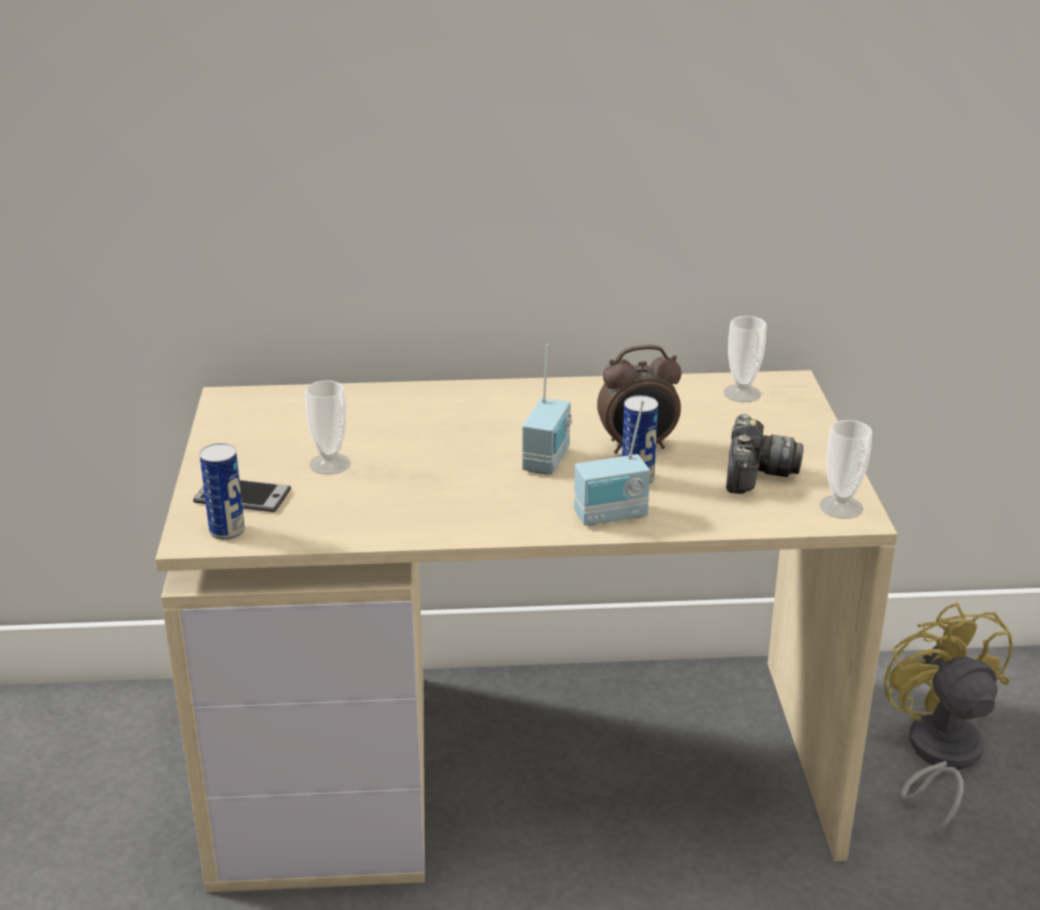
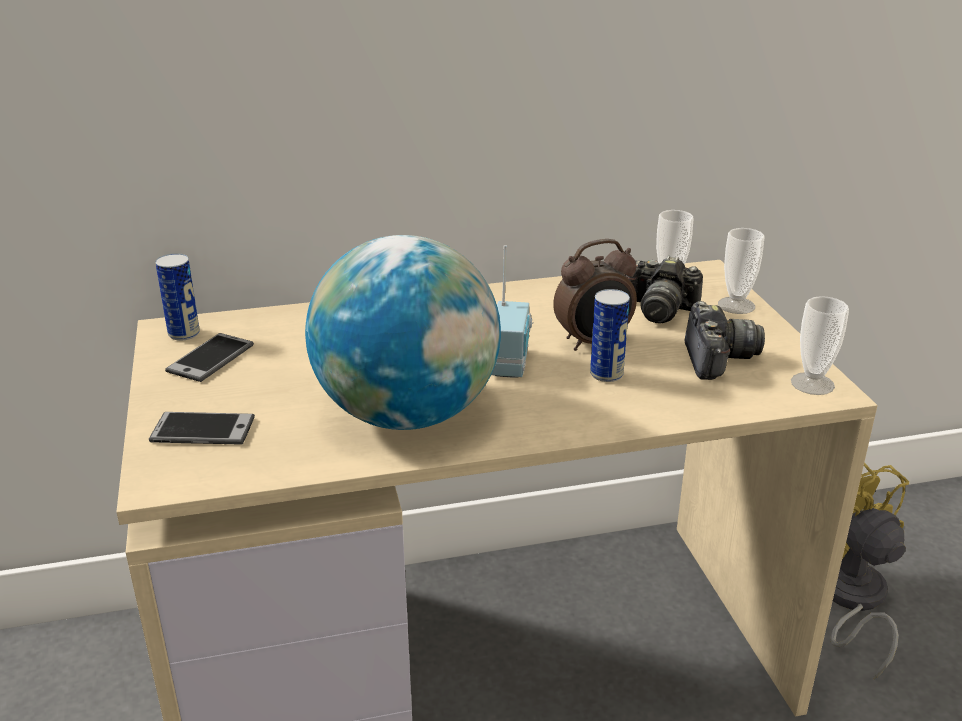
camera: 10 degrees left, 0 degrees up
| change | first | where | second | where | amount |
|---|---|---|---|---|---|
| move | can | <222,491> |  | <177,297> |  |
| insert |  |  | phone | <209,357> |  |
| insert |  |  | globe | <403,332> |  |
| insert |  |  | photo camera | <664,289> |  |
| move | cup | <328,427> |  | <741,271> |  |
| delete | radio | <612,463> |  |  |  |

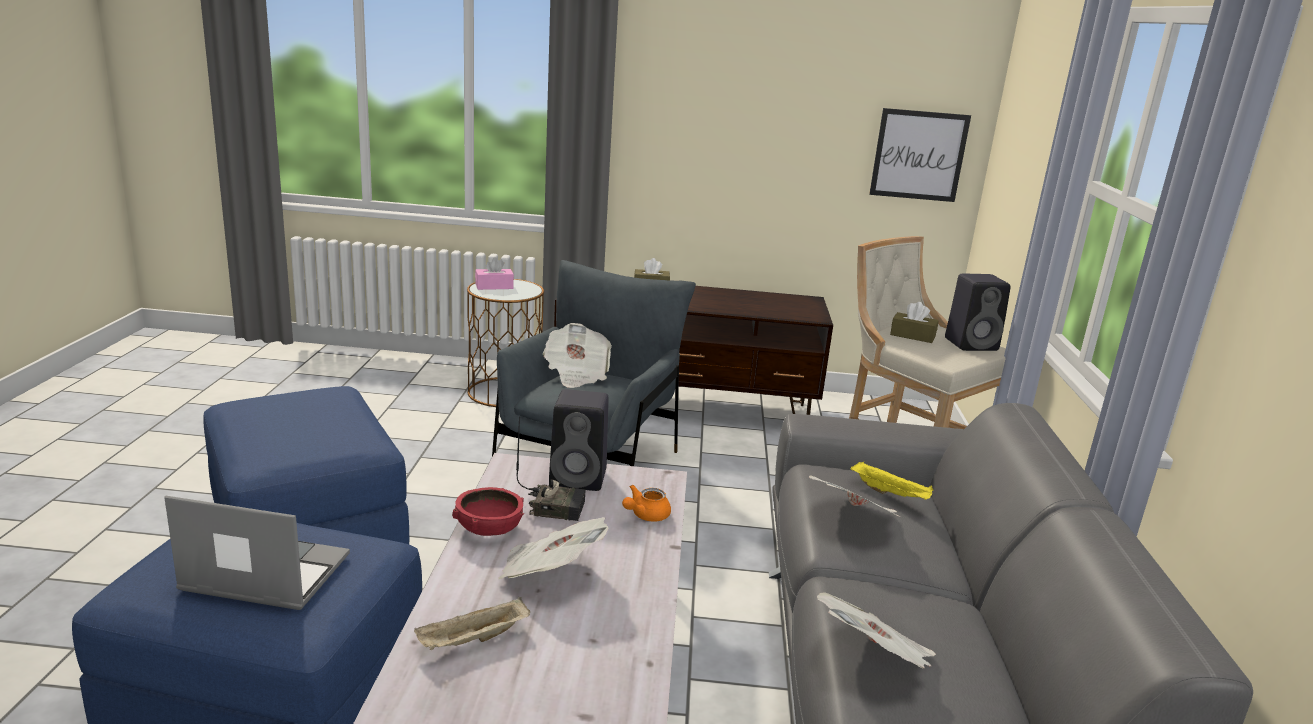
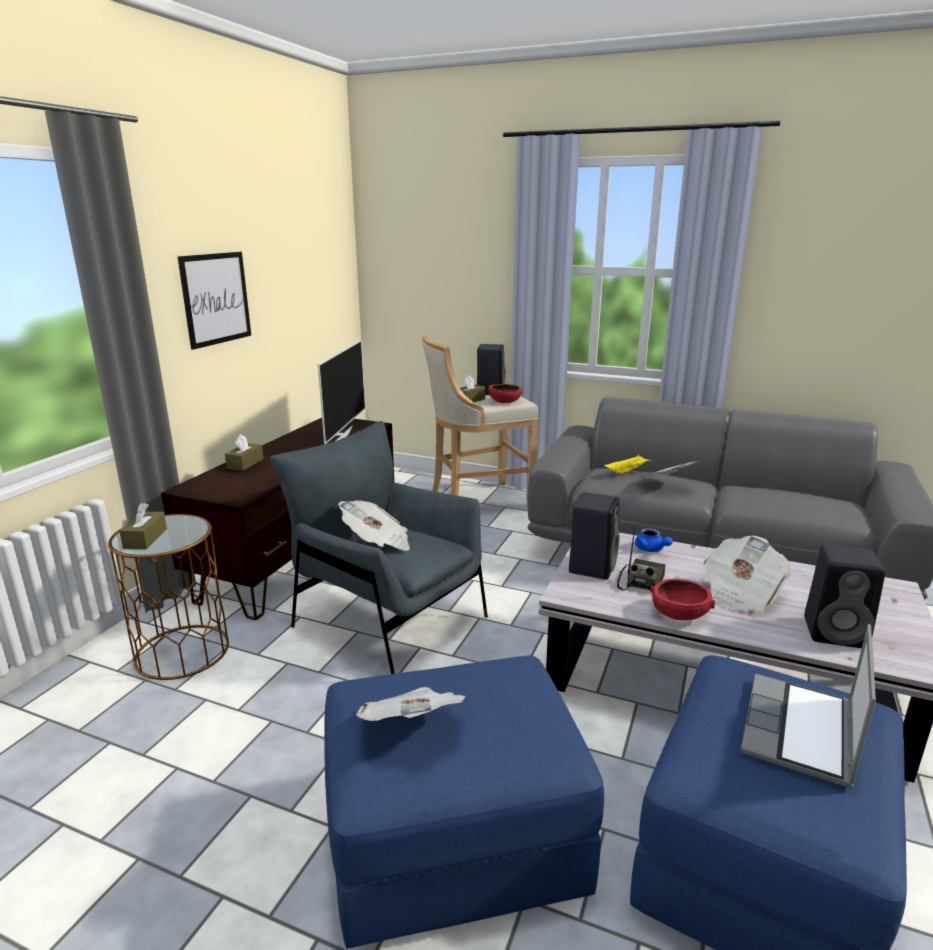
camera: 70 degrees left, 0 degrees up
| change | first | where | second | where | amount |
|---|---|---|---|---|---|
| recolor | tissue box in pink | <494,273> | tissue box in brown | <143,526> |  |
| move | picture | <920,155> |  | <214,301> |  |
| insert |  |  | television | <341,392> |  |
| move | newspaper | <876,630> |  | <411,704> |  |
| insert |  |  | bowl in red | <505,393> |  |
| recolor | teapot in orange | <646,503> | teapot in blue | <654,540> |  |
| replace | tray in beige | <472,623> | speaker in black | <844,596> |  |

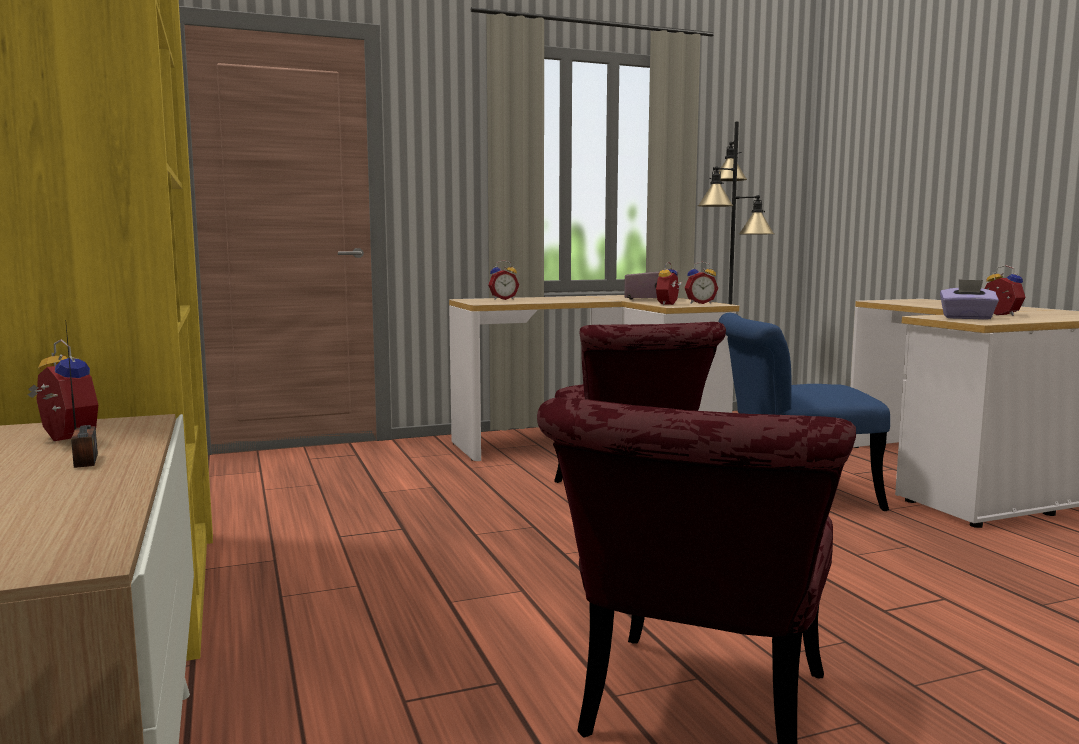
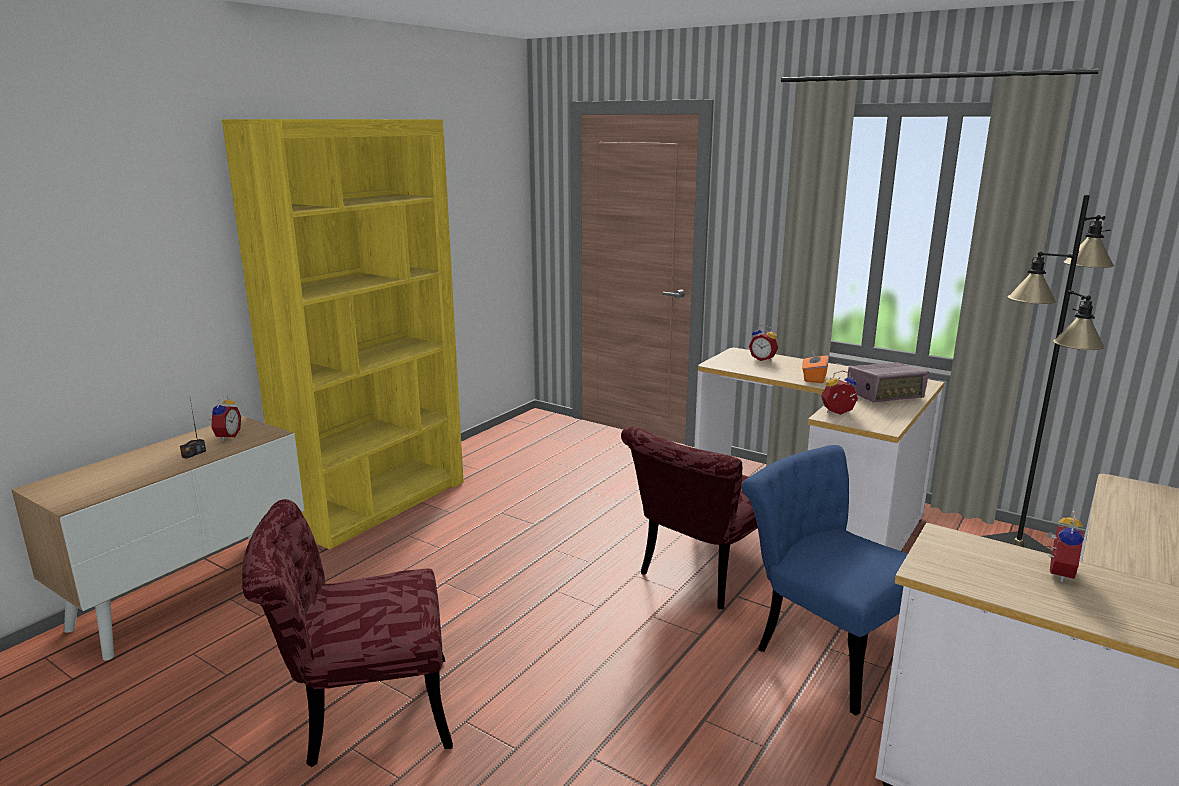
camera: 55 degrees right, 10 degrees up
| change | first | where | second | where | amount |
|---|---|---|---|---|---|
| insert |  |  | tissue box in orange | <815,365> |  |
| delete | alarm clock | <701,283> |  |  |  |
| delete | tissue box in purple | <969,299> |  |  |  |

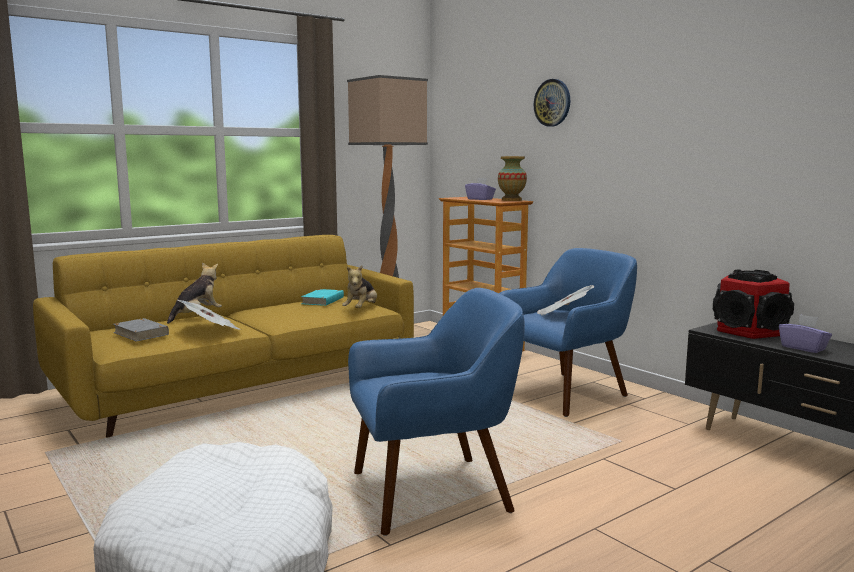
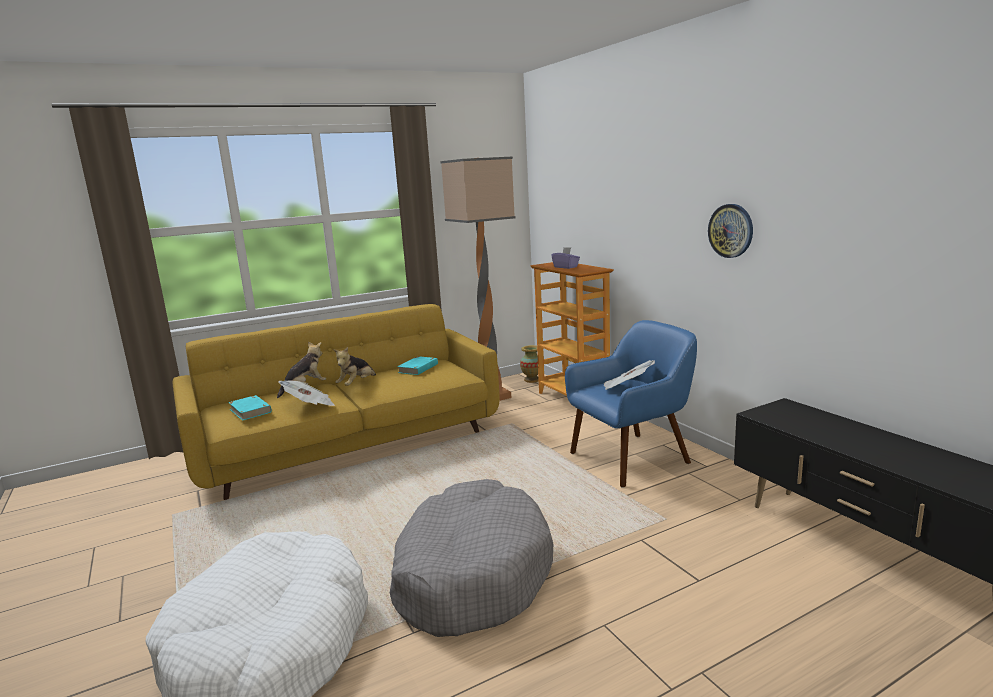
camera: 10 degrees right, 5 degrees up
| change | first | where | second | where | amount |
|---|---|---|---|---|---|
| recolor | book in grey | <141,330> | book in turquoise | <250,408> |  |
| move | plush toy | <359,286> |  | <355,366> |  |
| replace | armchair in blue | <436,412> | dog bed in grey | <471,558> |  |
| move | vase | <512,178> |  | <529,364> |  |
| move | wall clock | <552,103> |  | <730,231> |  |
| delete | speaker | <753,304> |  |  |  |
| delete | tissue box in purple | <805,333> |  |  |  |

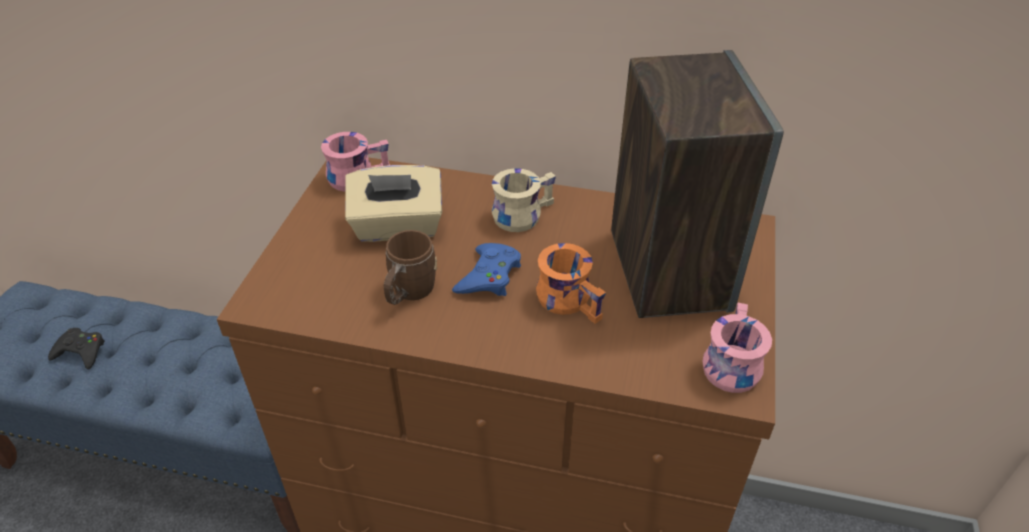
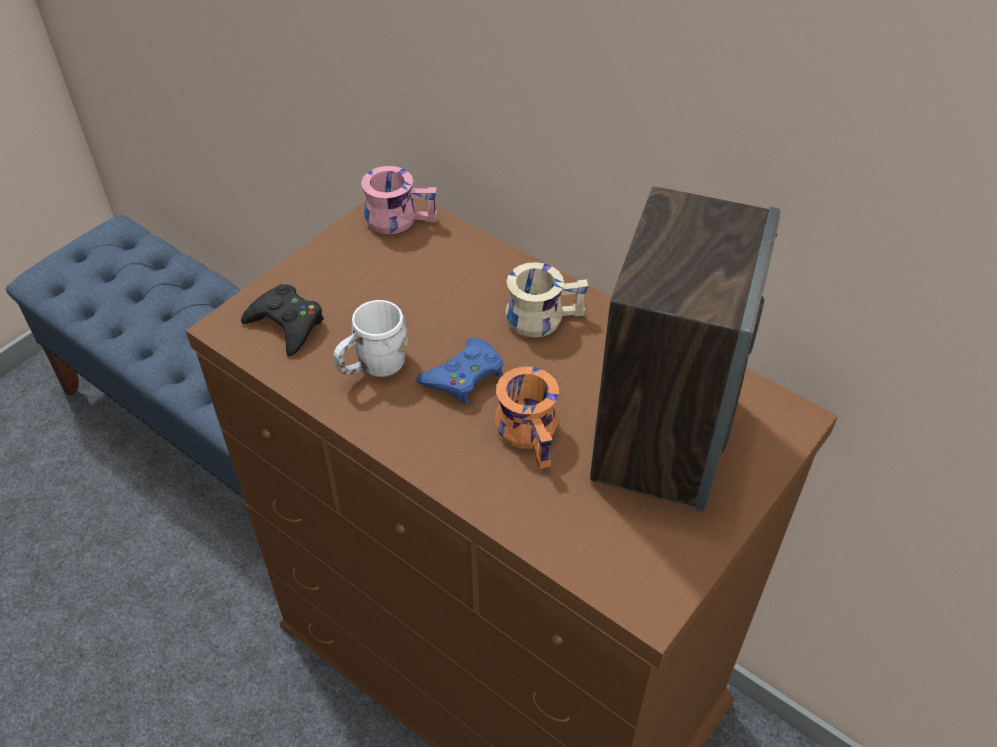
camera: 25 degrees right, 5 degrees up
| change | first | where | second | where | amount |
|---|---|---|---|---|---|
| move | game controller in black | <76,349> |  | <282,320> |  |
| recolor | mug in brown | <410,267> | mug in white | <371,338> |  |
| delete | tissue box in beige | <393,203> |  |  |  |
| delete | mug in pink | <737,348> |  |  |  |

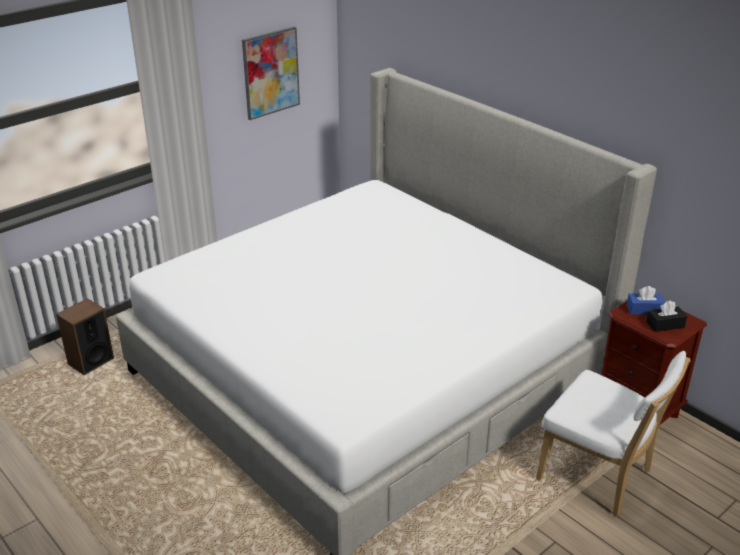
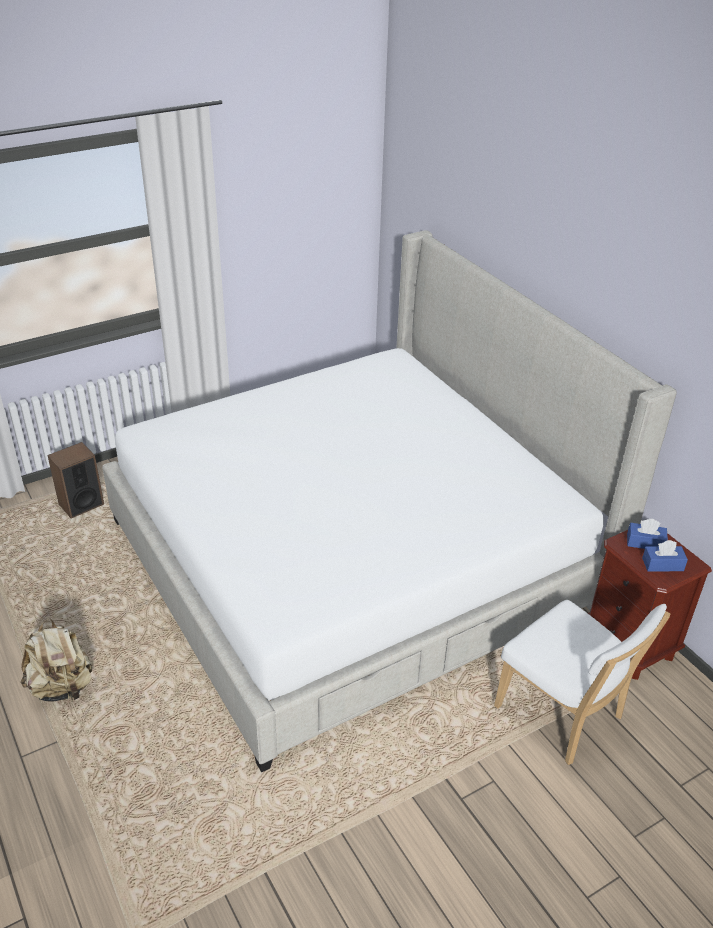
camera: 10 degrees right, 5 degrees up
| change | first | where | second | where | amount |
|---|---|---|---|---|---|
| insert |  |  | backpack in beige | <56,660> |  |
| recolor | tissue box in black | <666,316> | tissue box in blue | <665,556> |  |
| delete | picture | <271,73> |  |  |  |

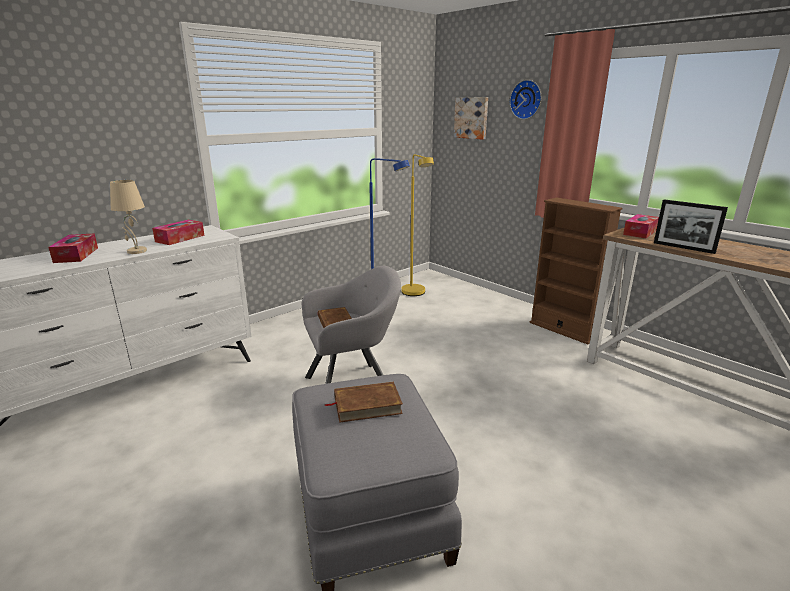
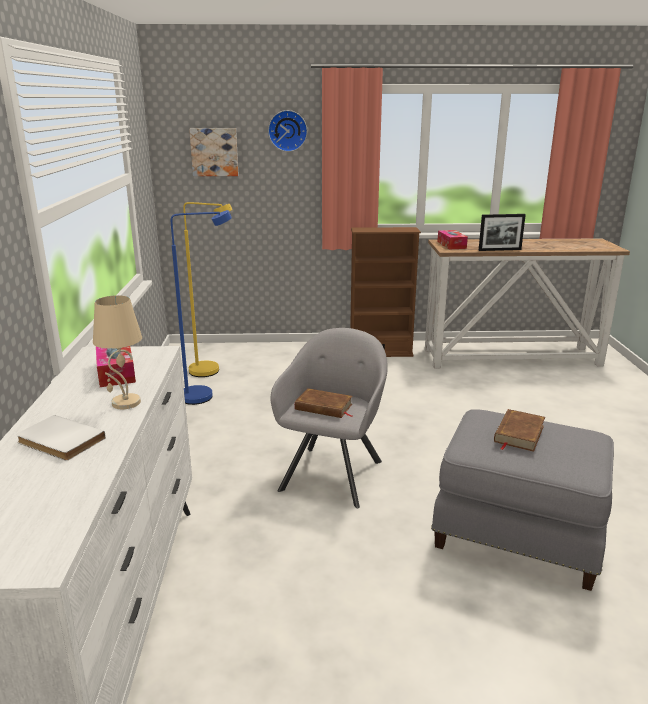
camera: 50 degrees left, 0 degrees up
| change | first | where | second | where | amount |
|---|---|---|---|---|---|
| replace | tissue box | <73,248> | book in white | <61,438> |  |

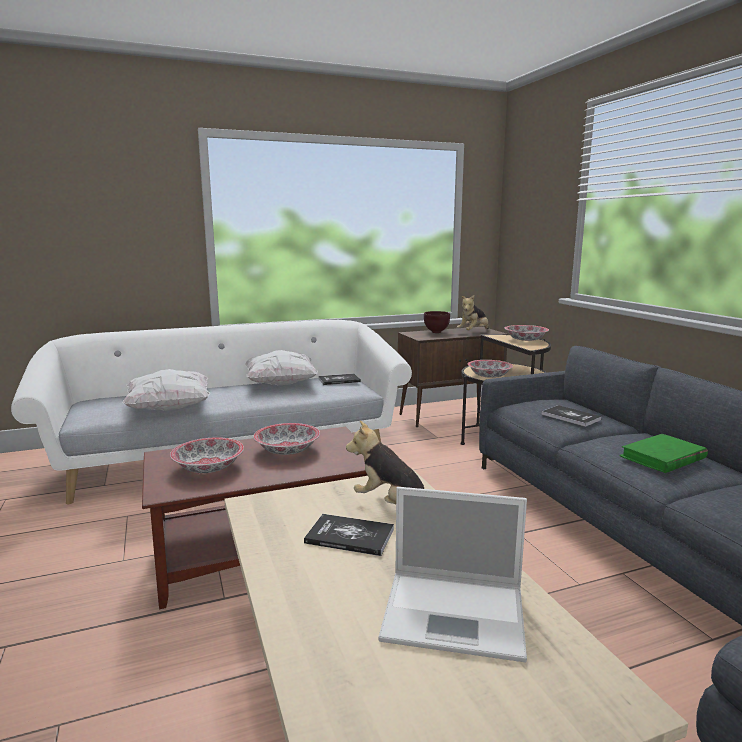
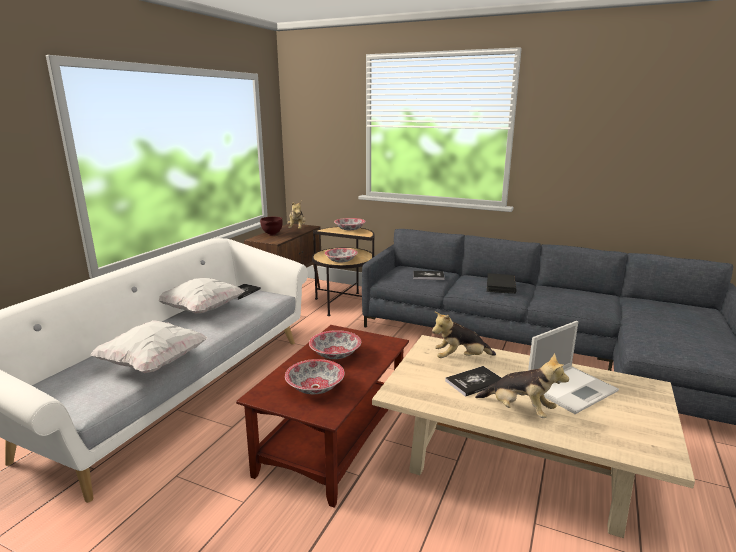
camera: 45 degrees left, 5 degrees up
| change | first | where | second | where | amount |
|---|---|---|---|---|---|
| insert |  |  | plush toy | <522,385> |  |
| recolor | book in green | <663,453> | book in black | <502,283> |  |

